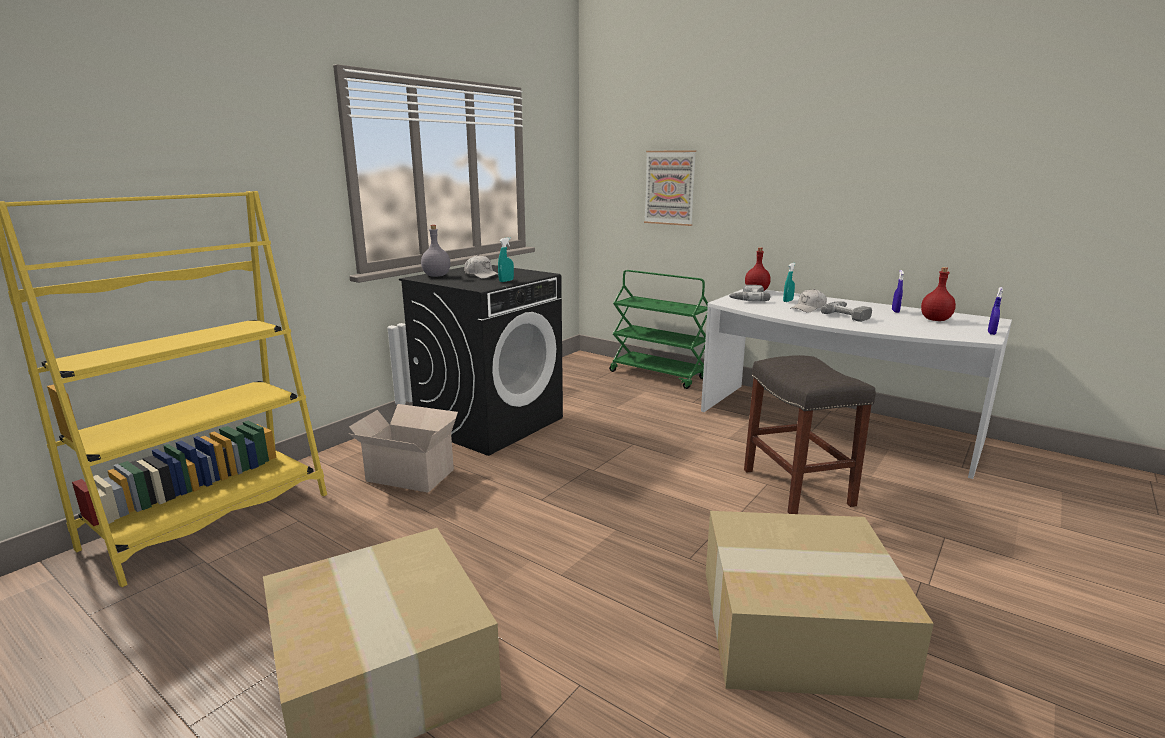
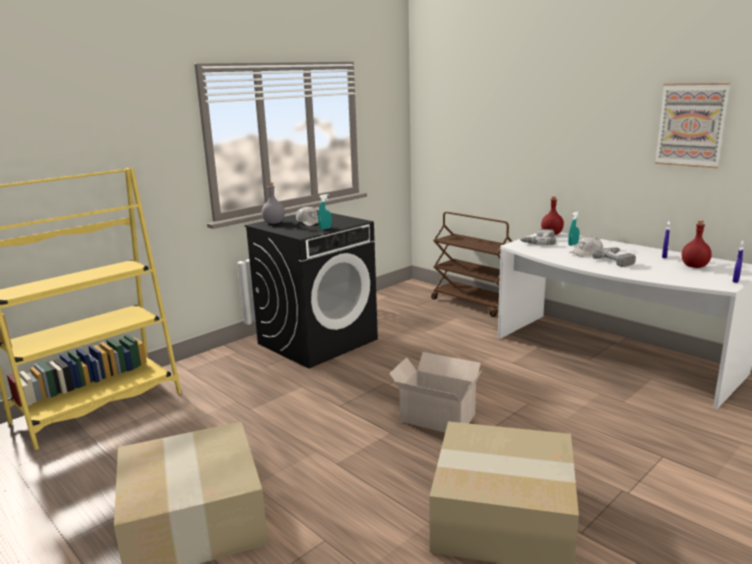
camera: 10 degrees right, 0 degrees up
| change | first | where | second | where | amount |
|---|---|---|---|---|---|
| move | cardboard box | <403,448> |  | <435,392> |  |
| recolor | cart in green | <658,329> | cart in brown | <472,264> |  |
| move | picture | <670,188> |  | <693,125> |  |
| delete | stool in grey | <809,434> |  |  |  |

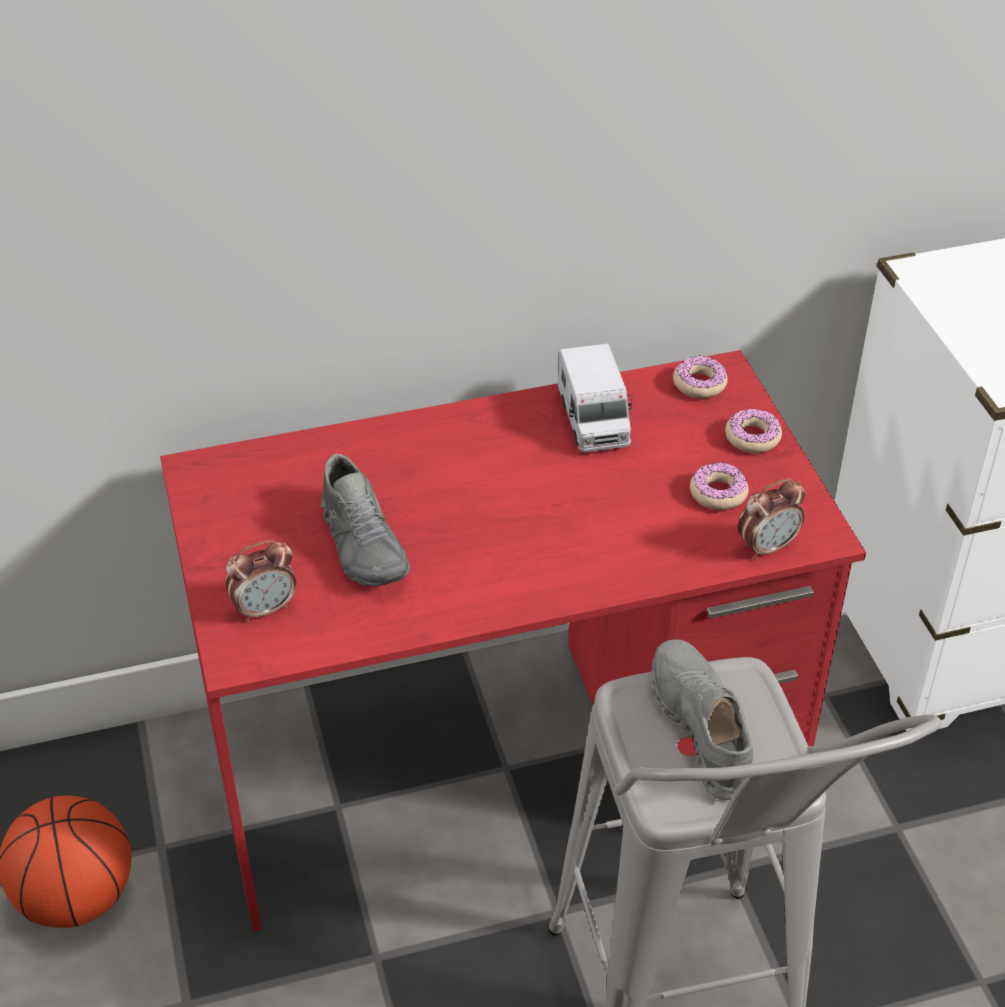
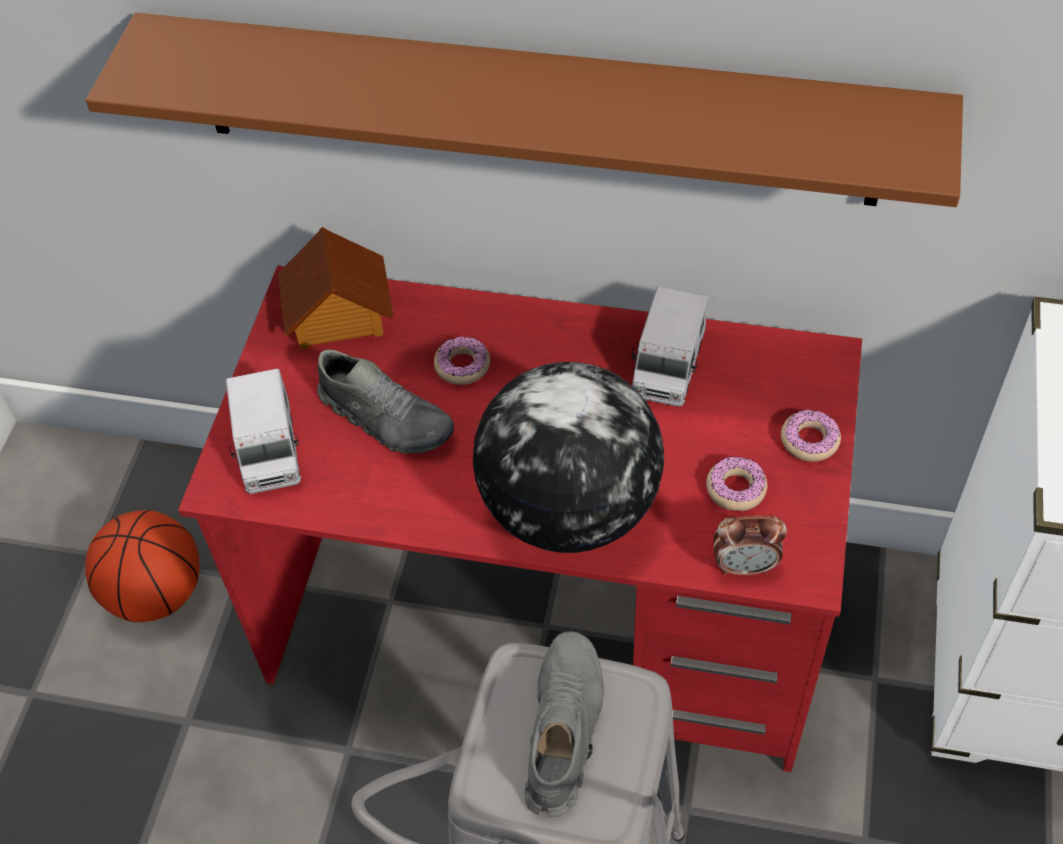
camera: 30 degrees right, 10 degrees up
| change | first | where | second | where | amount |
|---|---|---|---|---|---|
| insert |  |  | shelf in brown | <524,110> |  |
| replace | alarm clock | <261,581> | toy truck | <263,431> |  |
| insert |  |  | toy house | <335,288> |  |
| rotate | shoe in grey | <365,520> |  | <385,402> | 60 degrees counterclockwise |
| move | donut | <700,377> |  | <462,360> |  |
| insert |  |  | globe | <568,457> |  |

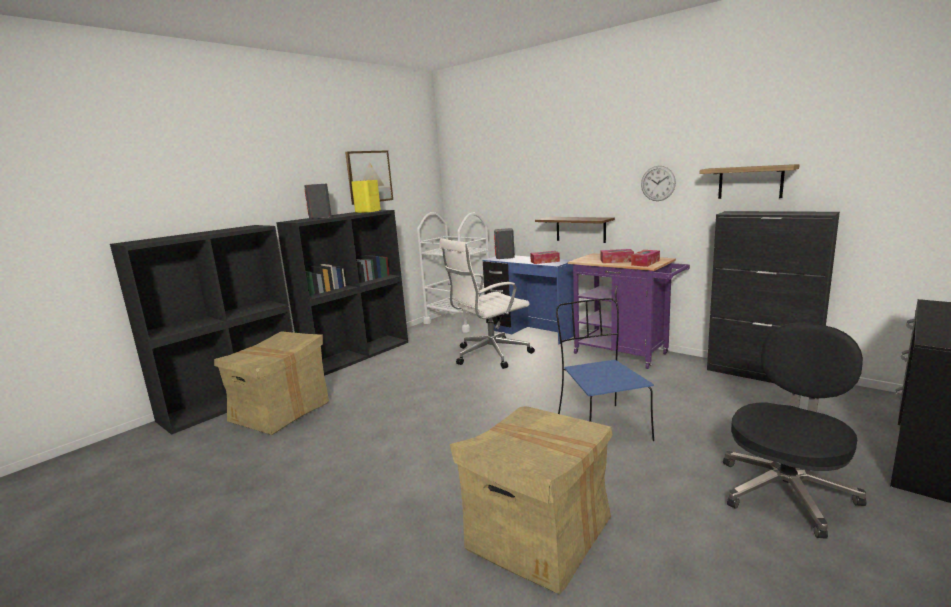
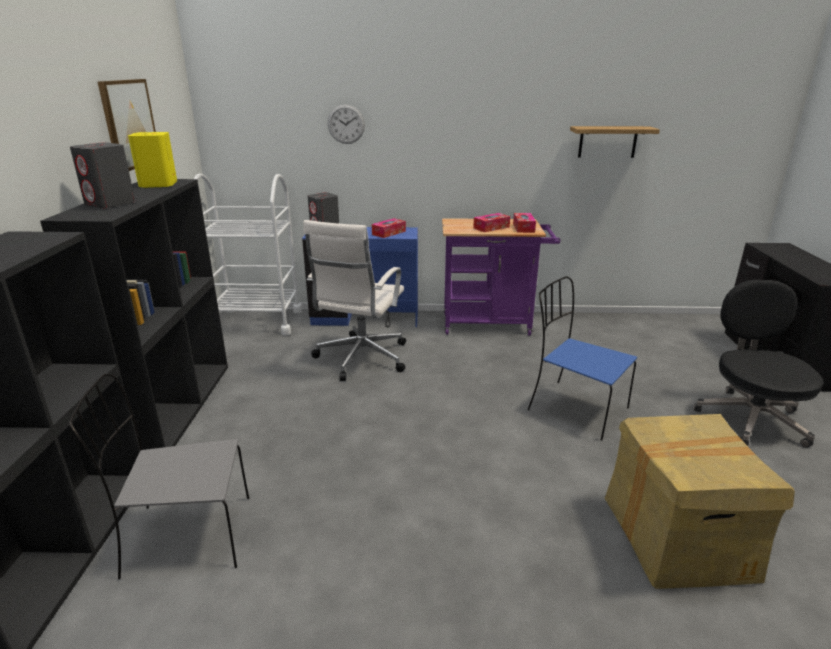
camera: 40 degrees left, 10 degrees up
| change | first | where | second | where | amount |
|---|---|---|---|---|---|
| replace | cardboard box | <271,383> | chair in grey | <159,476> |  |
| move | wall clock | <658,183> |  | <346,124> |  |
| delete | shelf in brown | <575,230> |  |  |  |
| delete | cabinet in black | <773,297> |  |  |  |

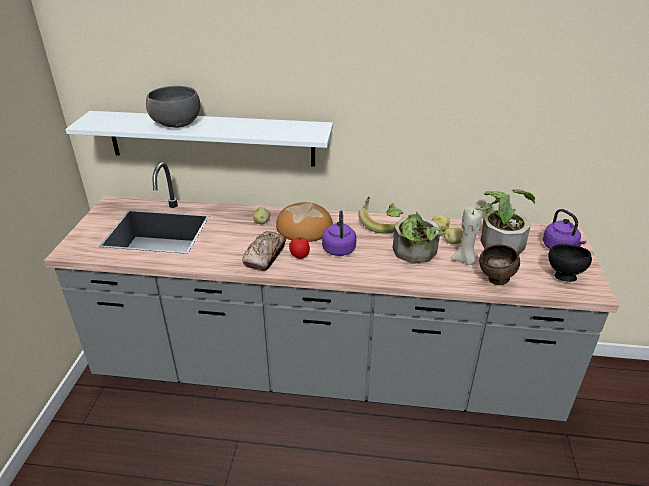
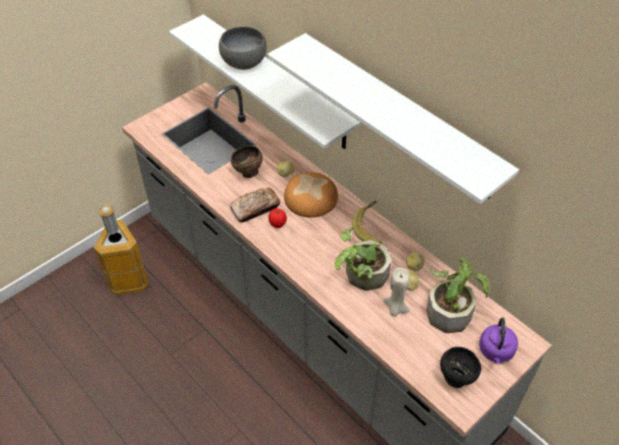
camera: 40 degrees right, 15 degrees up
| change | first | where | second | where | amount |
|---|---|---|---|---|---|
| insert |  |  | trash can | <121,250> |  |
| move | bowl in brown | <499,264> |  | <247,162> |  |
| insert |  |  | shelf in white | <393,118> |  |
| delete | kettle in purple | <339,233> |  |  |  |

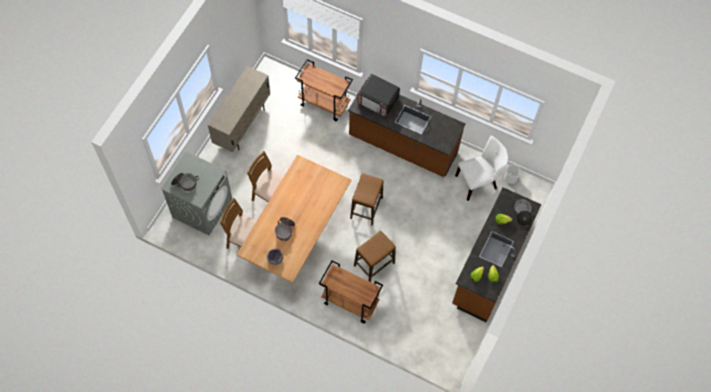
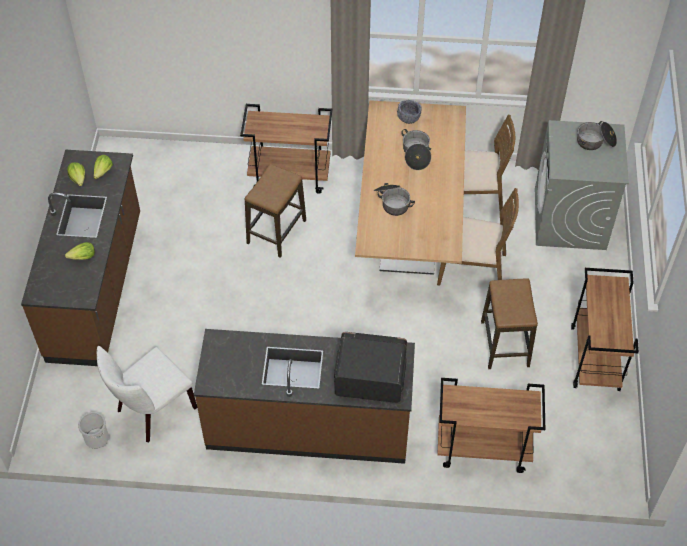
camera: 160 degrees right, 10 degrees down
| change | first | where | second | where | amount |
|---|---|---|---|---|---|
| move | cooking pot | <523,212> |  | <394,199> |  |
| move | stool | <367,199> |  | <509,323> |  |
| replace | cabinet in beige | <239,109> | cart in brown | <605,329> |  |

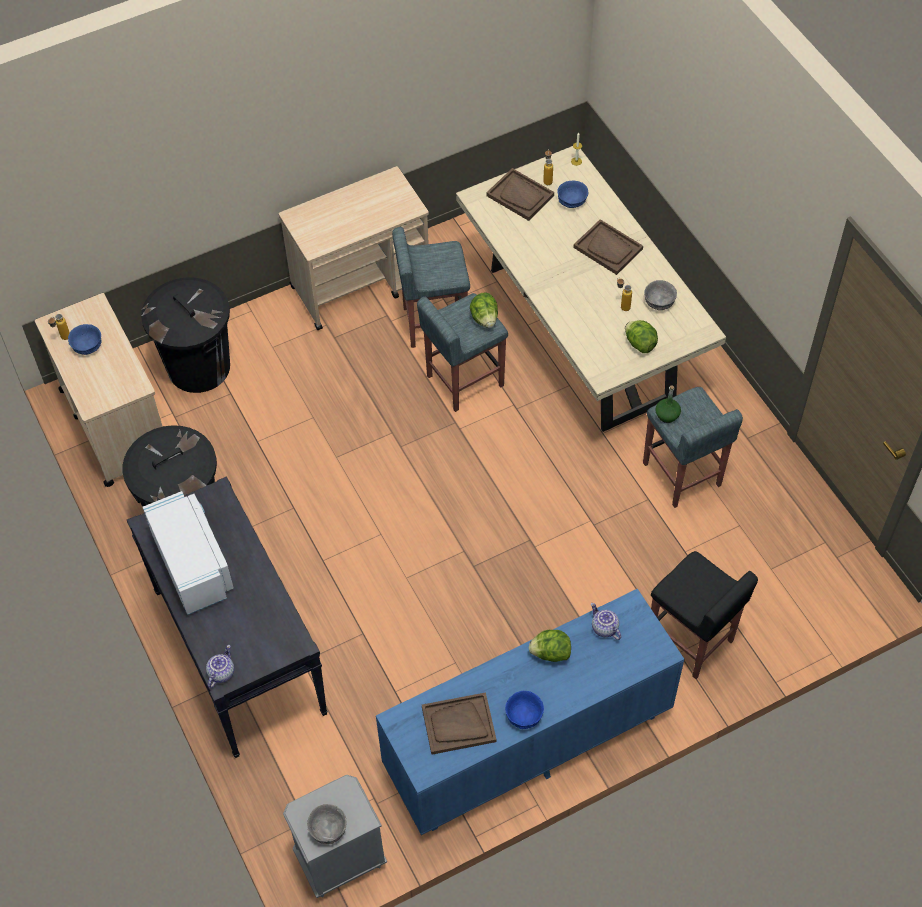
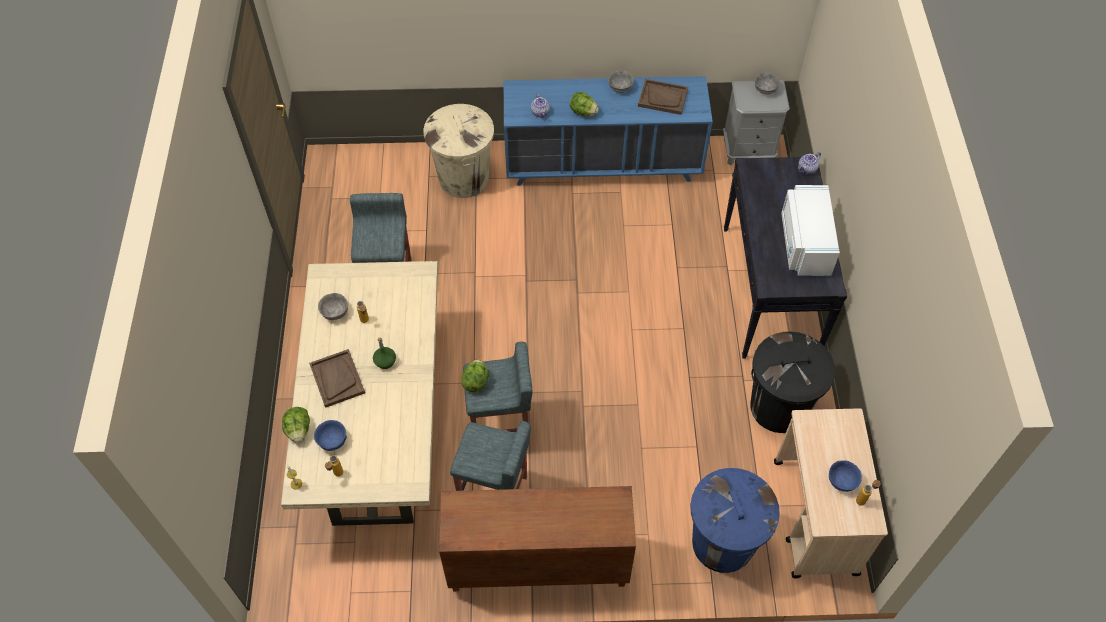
camera: 155 degrees left, 0 degrees up
| change | first | where | second | where | amount |
|---|---|---|---|---|---|
| move | lettuce | <641,336> |  | <296,425> |  |
| move | bottle in green | <668,404> |  | <384,353> |  |
| replace | stool in black | <704,615> | trash can in beige | <459,151> |  |
| replace | cart in beige | <354,248> | cabinet in brown | <537,538> |  |
| recolor | bowl in blue | <524,710> | bowl in grey | <621,81> |  |
| recolor | trash can in black | <185,335> | trash can in blue | <735,520> |  |
| delete | tray in brown | <520,194> |  |  |  |

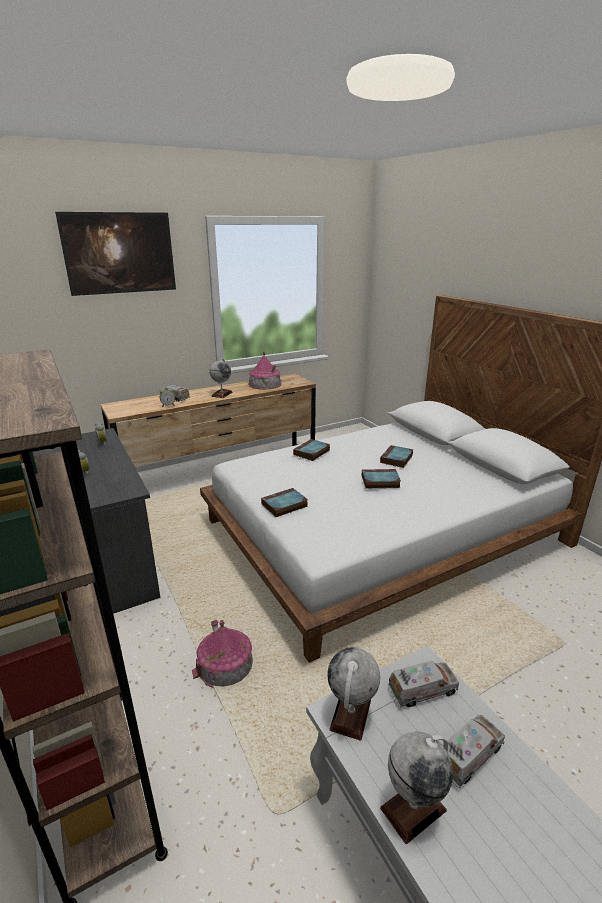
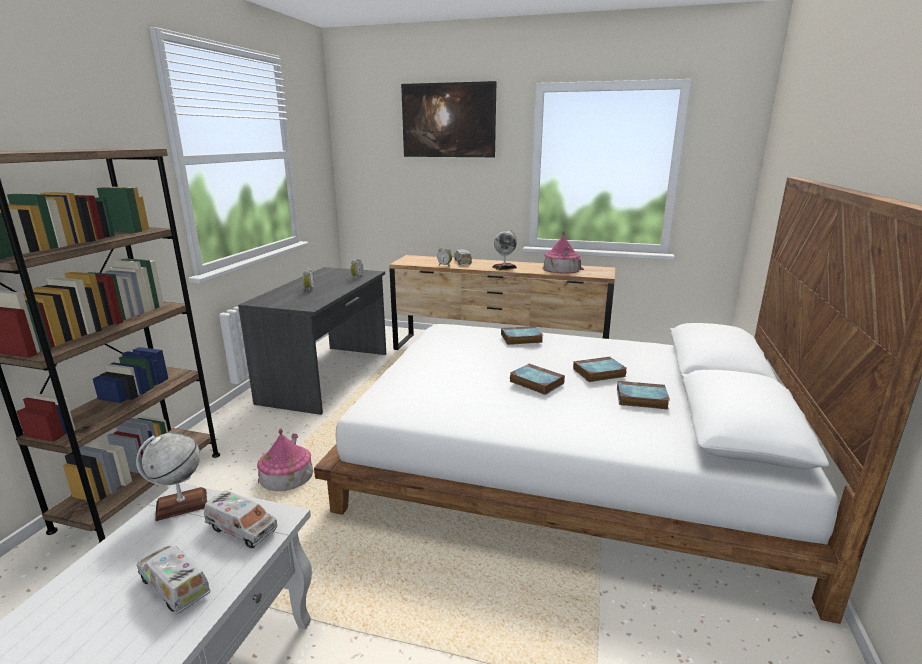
camera: 45 degrees right, 5 degrees down
| change | first | where | second | where | amount |
|---|---|---|---|---|---|
| rotate | toy truck | <476,751> |  | <174,579> | 150 degrees counterclockwise |
| move | book | <284,502> |  | <643,395> |  |
| delete | globe | <416,787> |  |  |  |

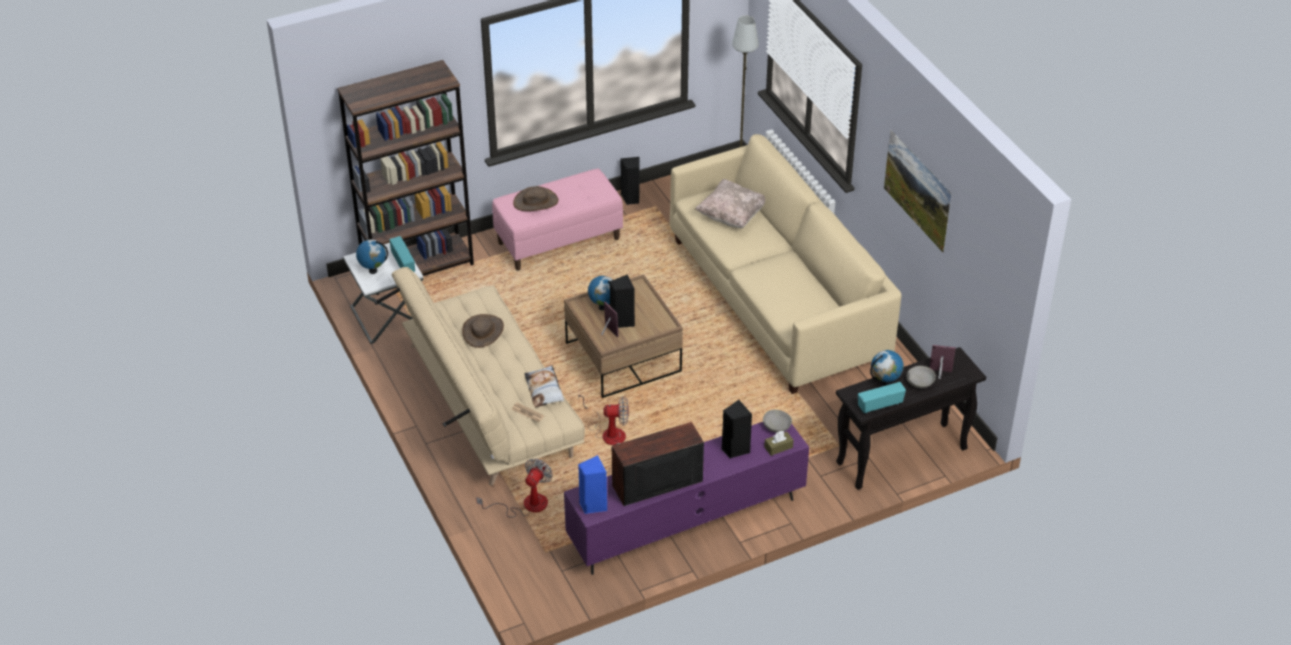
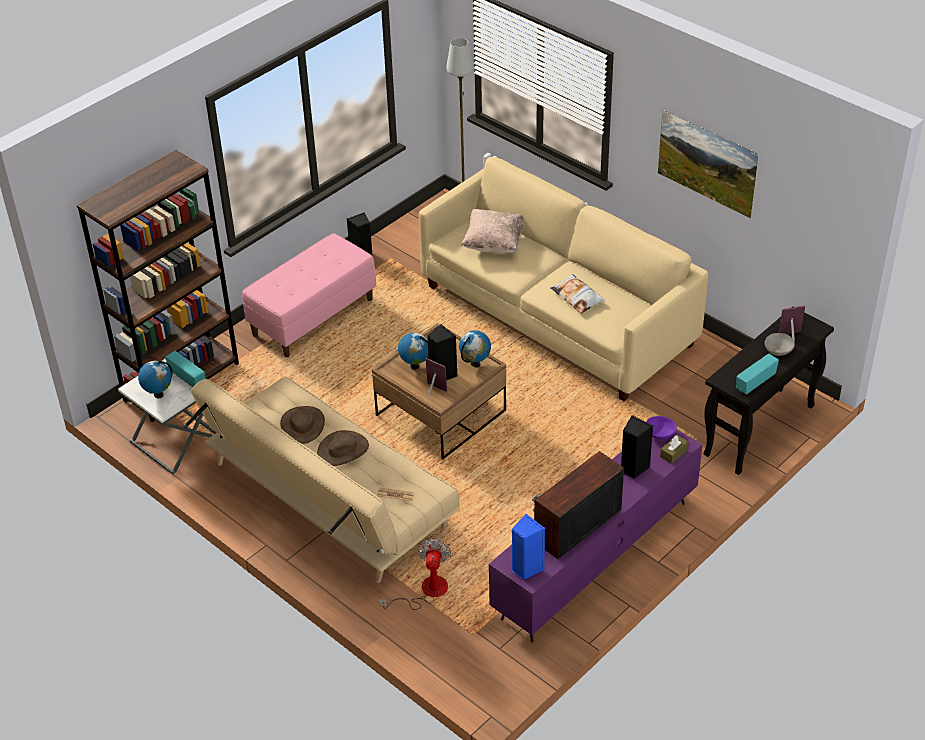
camera: 20 degrees left, 0 degrees up
| change | first | where | second | where | amount |
|---|---|---|---|---|---|
| move | hat in brown | <535,198> |  | <343,448> |  |
| move | globe | <887,368> |  | <475,348> |  |
| move | pillow | <544,386> |  | <578,294> |  |
| recolor | bowl in grey | <777,421> | bowl in purple | <661,428> |  |
| delete | fan | <603,417> |  |  |  |

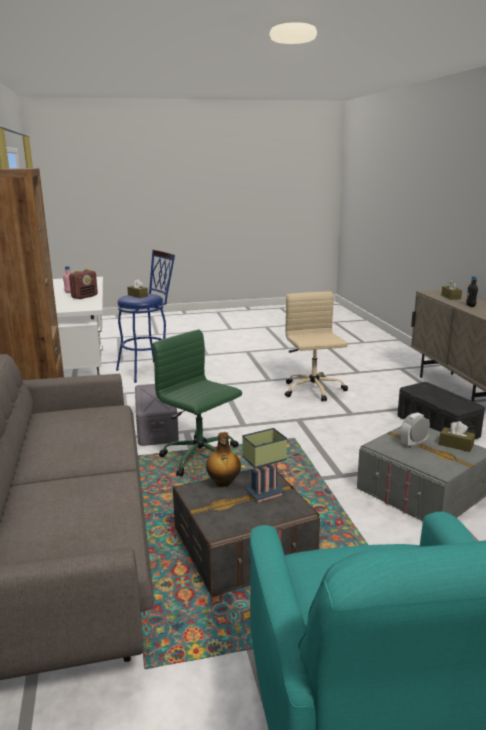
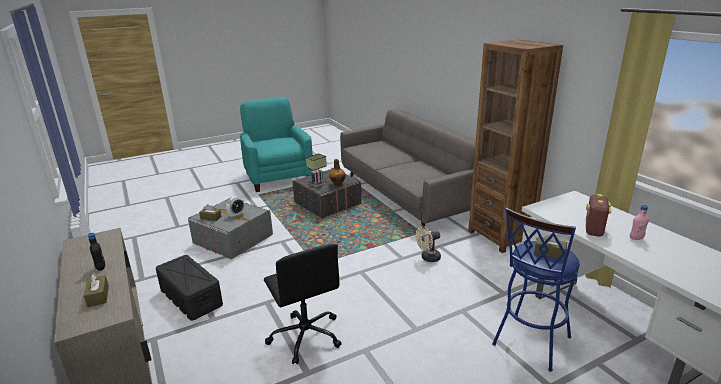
camera: 165 degrees right, 5 degrees up
| change | first | where | second | where | amount |
|---|---|---|---|---|---|
| recolor | office chair in beige | <316,347> | office chair in black | <303,304> |  |
| replace | storage box in grey | <157,415> | fan in beige | <428,244> |  |
| delete | office chair in green | <197,403> |  |  |  |

